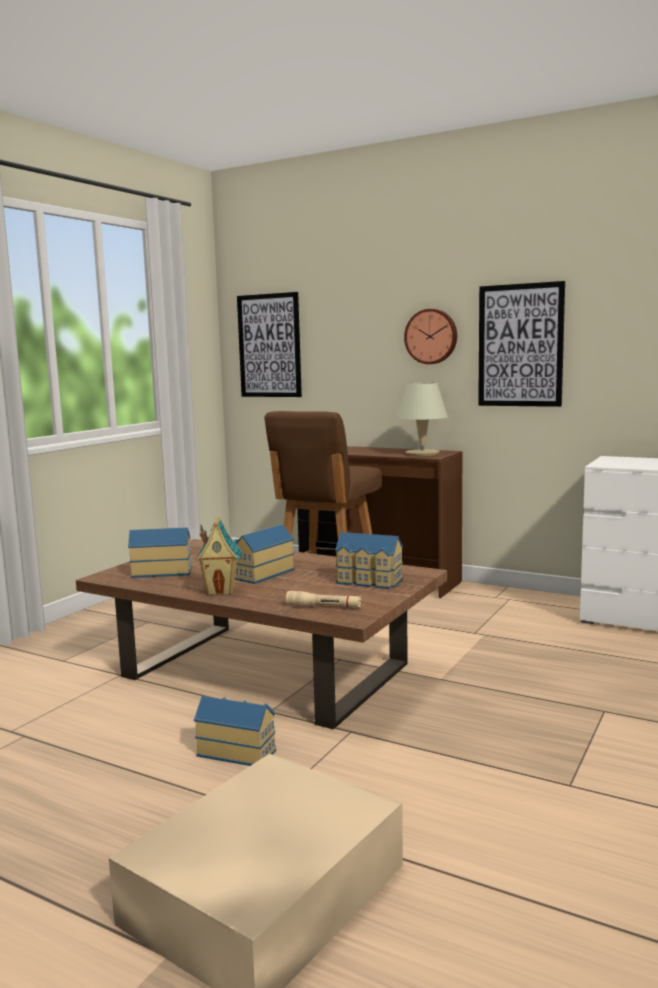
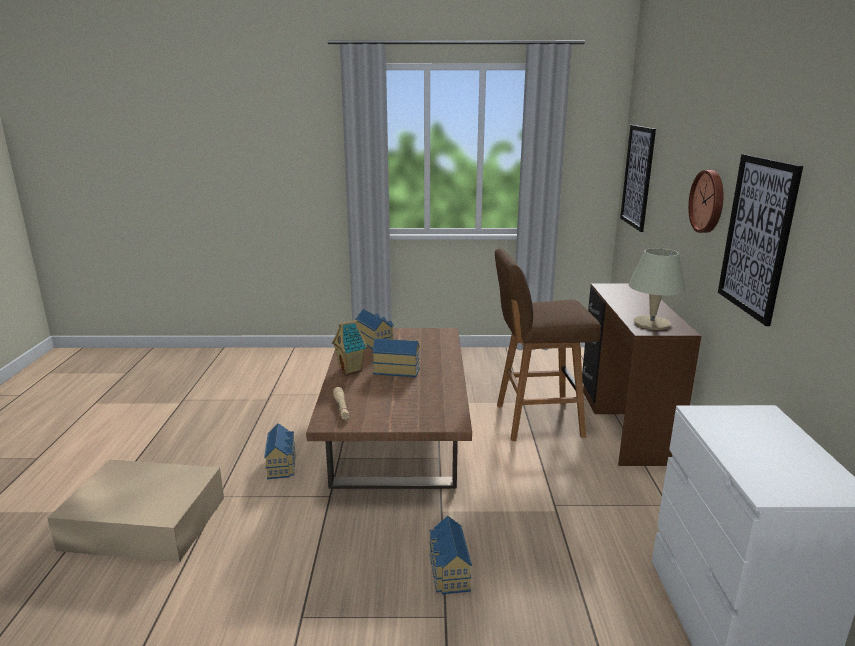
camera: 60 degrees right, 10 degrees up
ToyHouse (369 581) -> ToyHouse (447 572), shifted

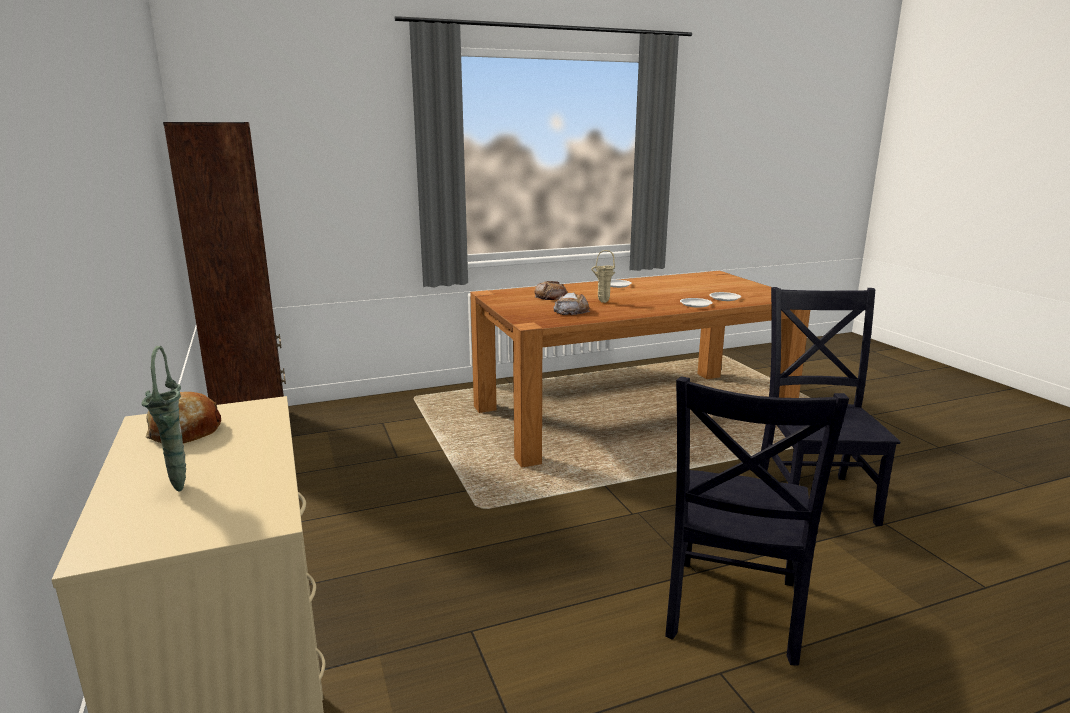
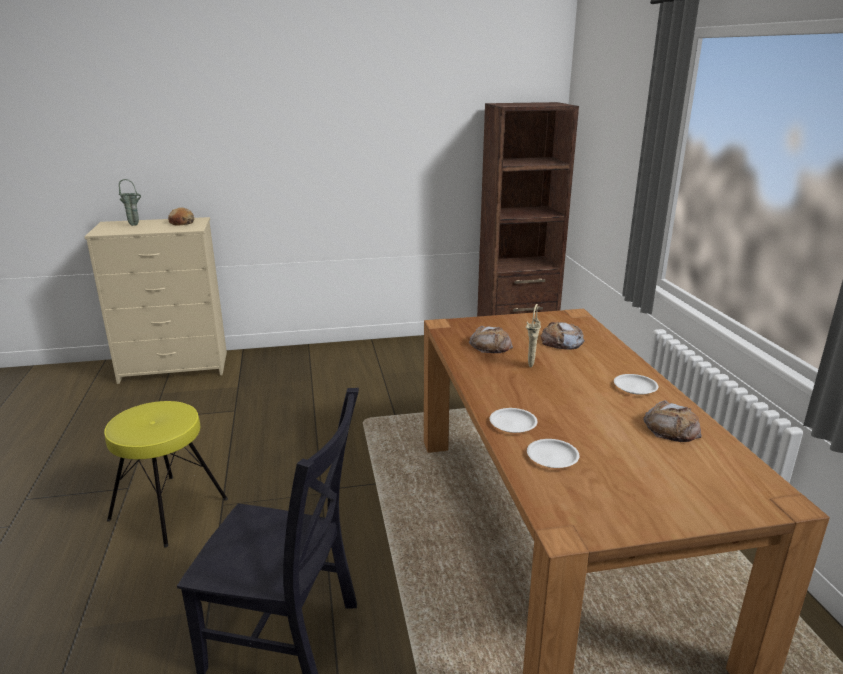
camera: 100 degrees right, 5 degrees up
BlackChair (732 613) -> YellowStool (168 509)
none -> Bread (671 428)

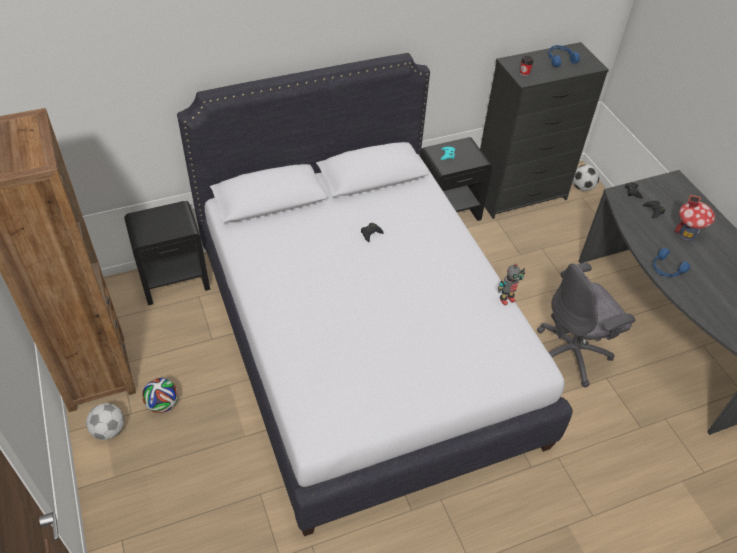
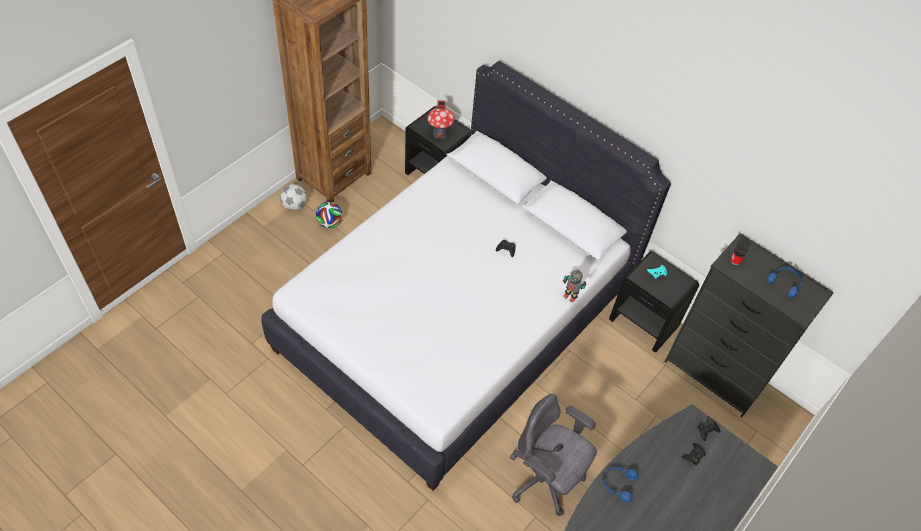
camera: 60 degrees right, 5 degrees up
ToyHouse (687 234) -> ToyHouse (440 133), shifted
ToyRobot (506 299) -> ToyRobot (570 296), shifted
Football (582 187) -> none

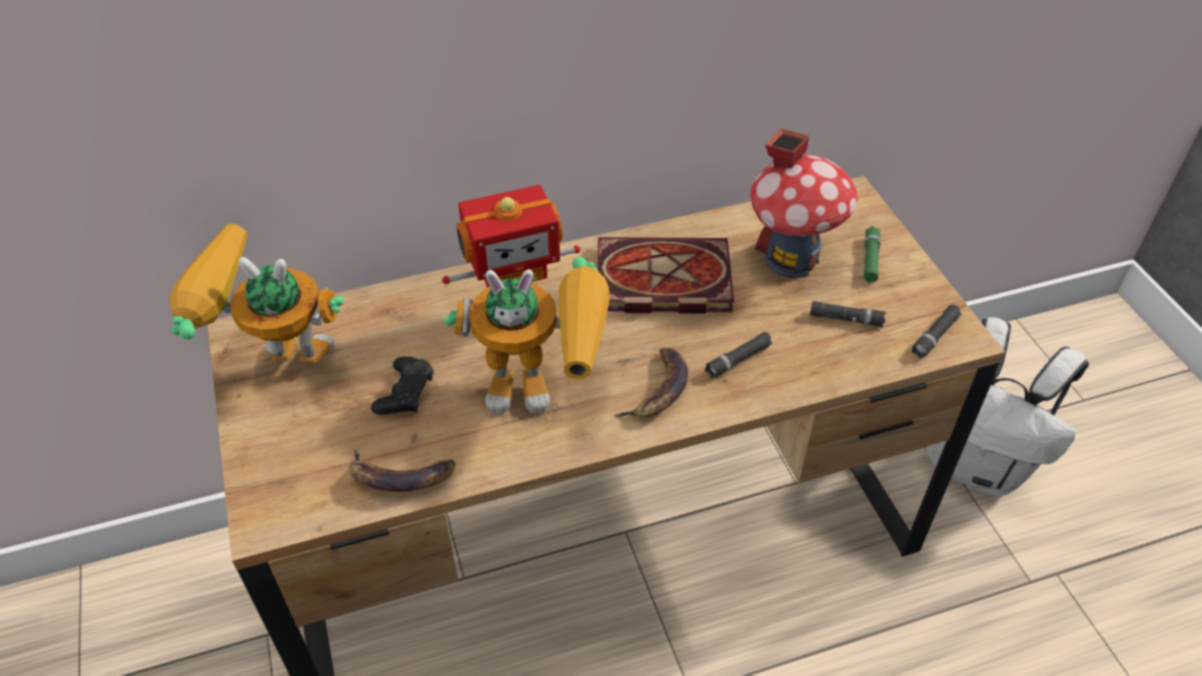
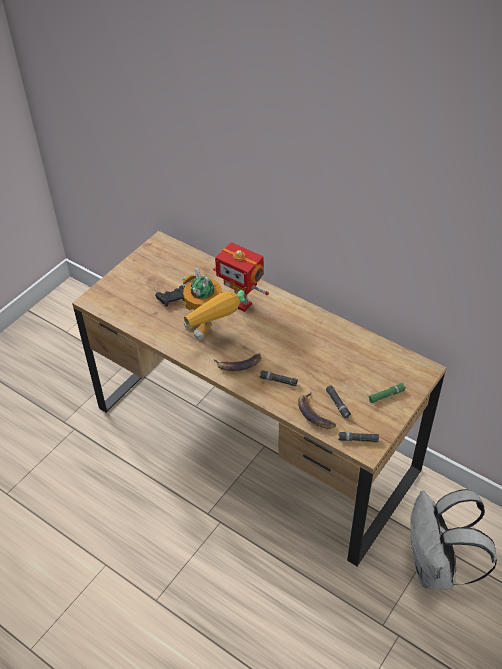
camera: 55 degrees right, 0 degrees up
Banana (399 477) -> Banana (314 414), shifted
ToyRobot (273 363) -> none
Book (659 281) -> none
ToyHouse (791 259) -> none

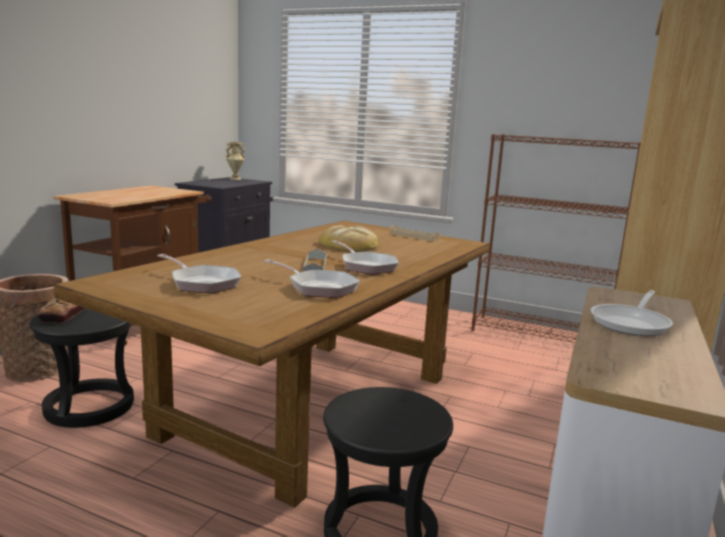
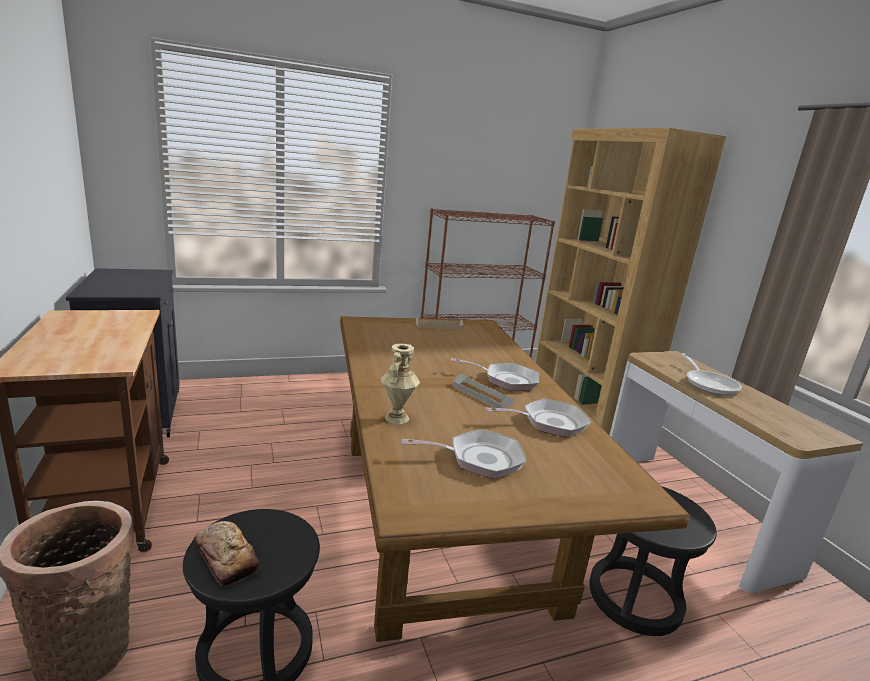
camera: 45 degrees left, 5 degrees up
BeigeVase (235 179) -> BeigeVase (397 418), shifted
Bread (349 244) -> none

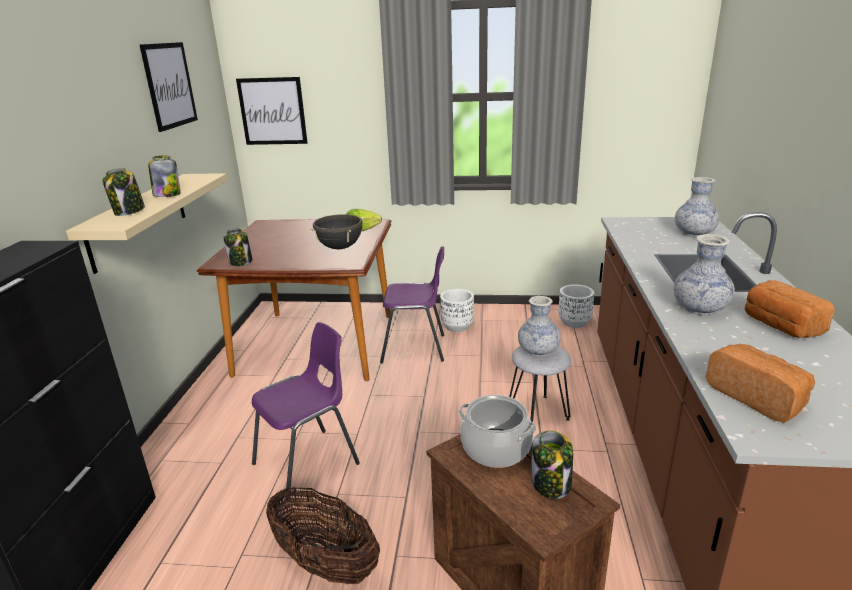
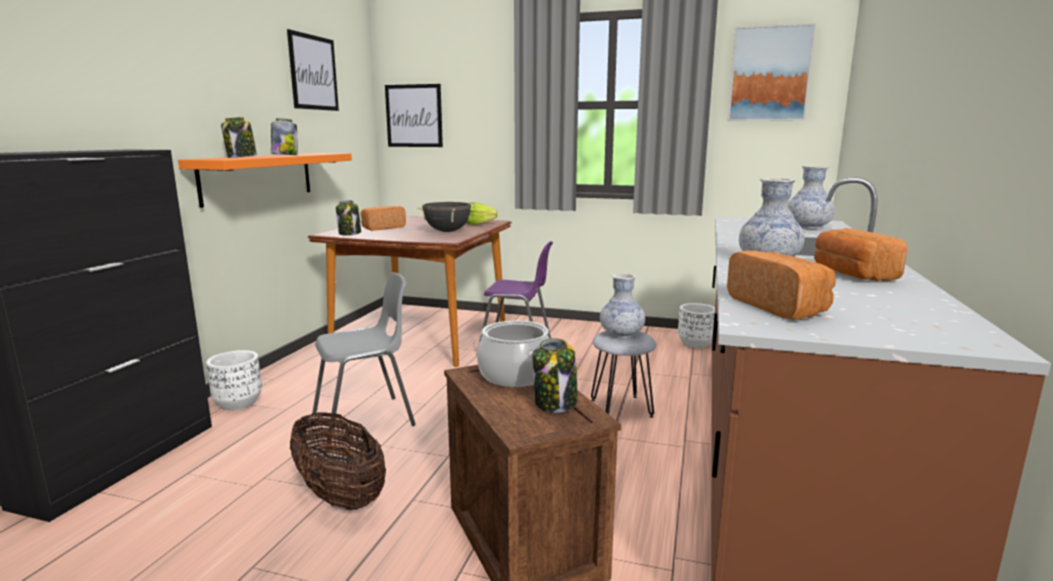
camera: 10 degrees right, 10 degrees down
BeigeShelf (139 220) -> OrangeShelf (258 177)
WhitePlanter (457 326) -> WhitePlanter (238 403), shifted
PurpleChair (309 463) -> GreyChair (366 420)
none -> Bread (382 228)
none -> Picture (769 74)

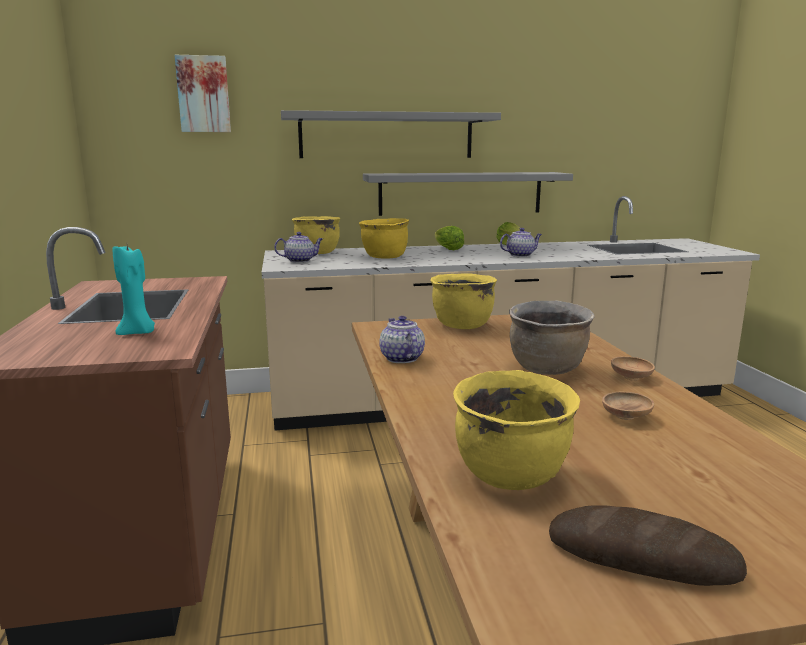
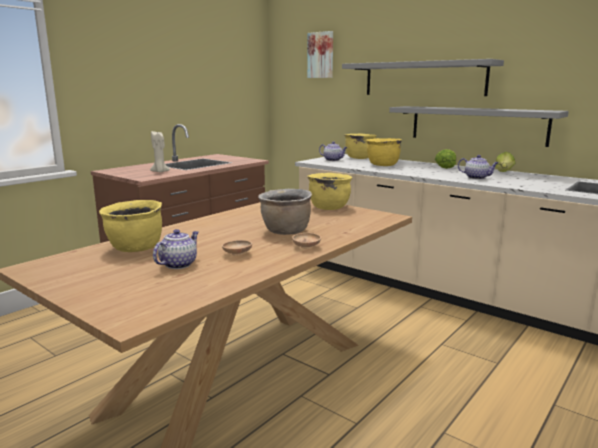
camera: 50 degrees right, 0 degrees up
TurquoiseCandle (138 333) -> BeigeCandle (160 172)
Teapot (401 358) -> Teapot (178 264), shifted
Bread (641 556) -> none

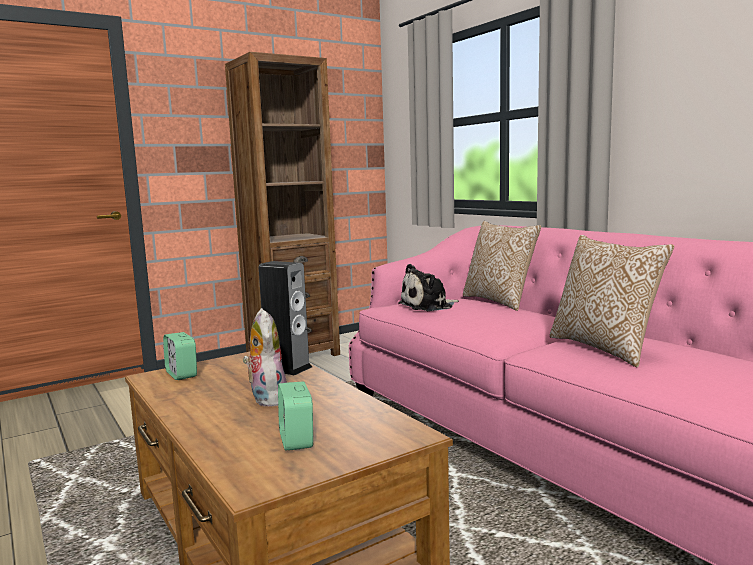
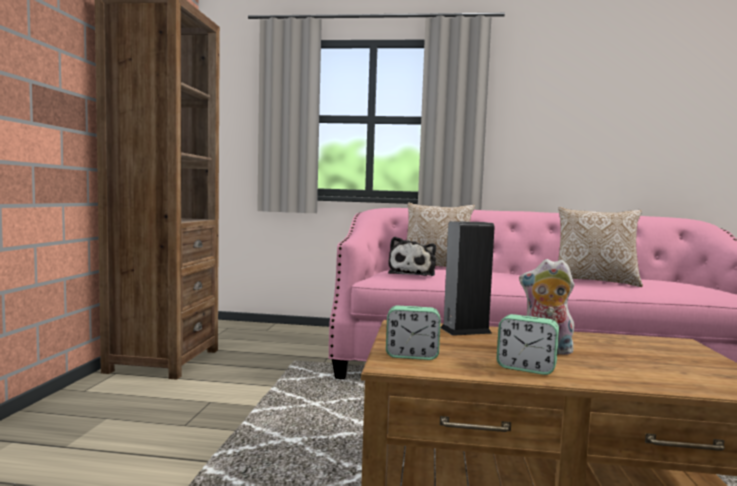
camera: 50 degrees left, 5 degrees down
AlarmClock (296 440) -> AlarmClock (526 368), shifted

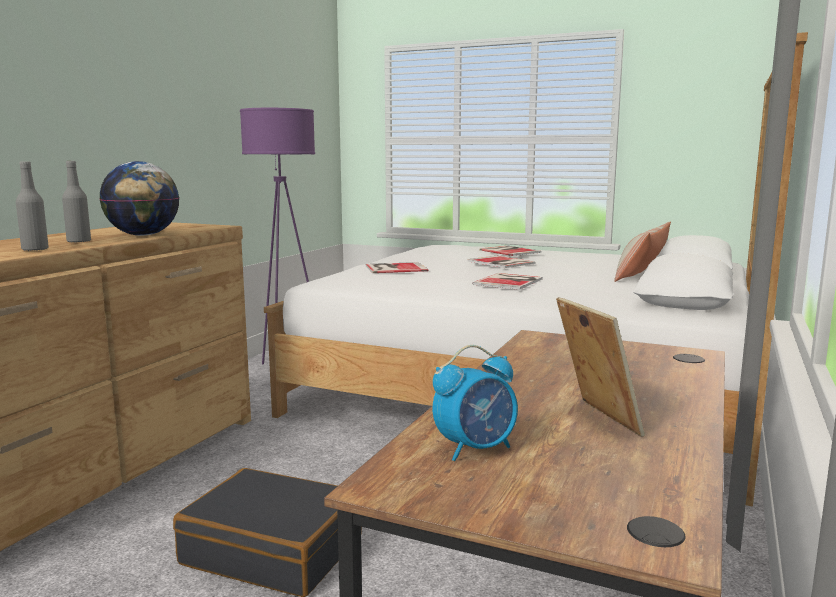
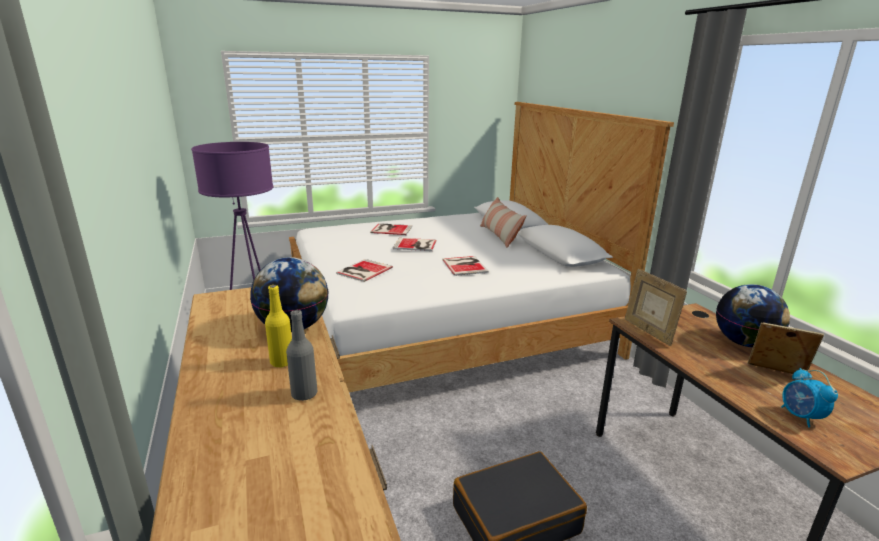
camera: 45 degrees left, 10 degrees up
GreyBottle (79 241) -> YellowBottle (282 362)
none -> PictureFrame (648 331)
none -> Globe (744 343)
AlarmClock (476 449) -> AlarmClock (800 416), 150 degrees clockwise

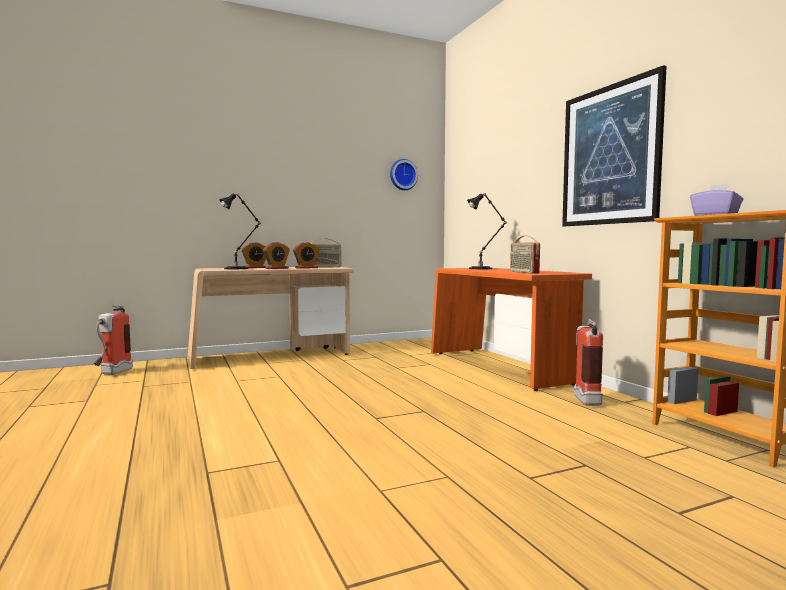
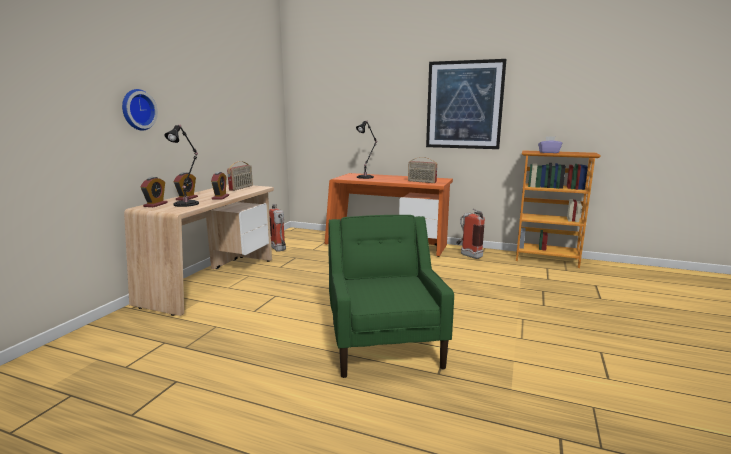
camera: 45 degrees left, 10 degrees up
WallClock (403 175) -> WallClock (137 110), shifted
AlarmClock (306 268) -> AlarmClock (155 205), shifted
FireExtinguisher (112 373) -> FireExtinguisher (279 250), shifted
none -> GreenArmchair (384 343)

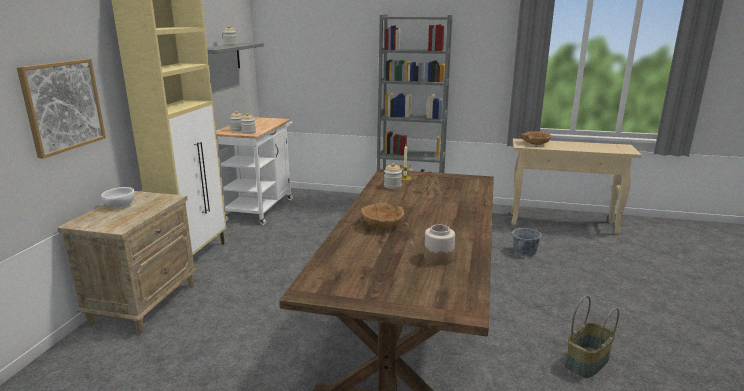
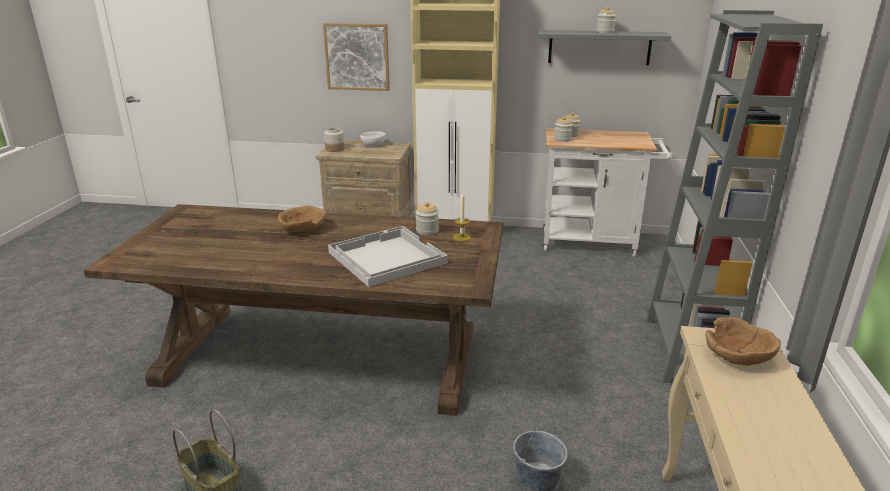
camera: 85 degrees right, 5 degrees up
Jar (438 257) -> Jar (335 149), shifted
none -> WhiteTray (385 257)

